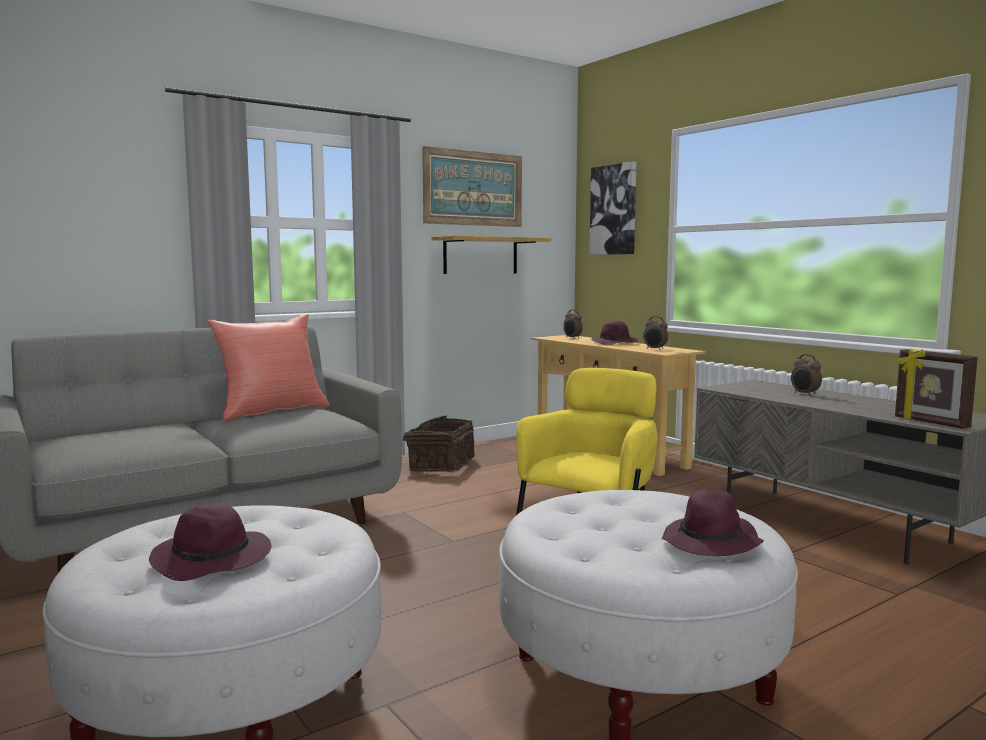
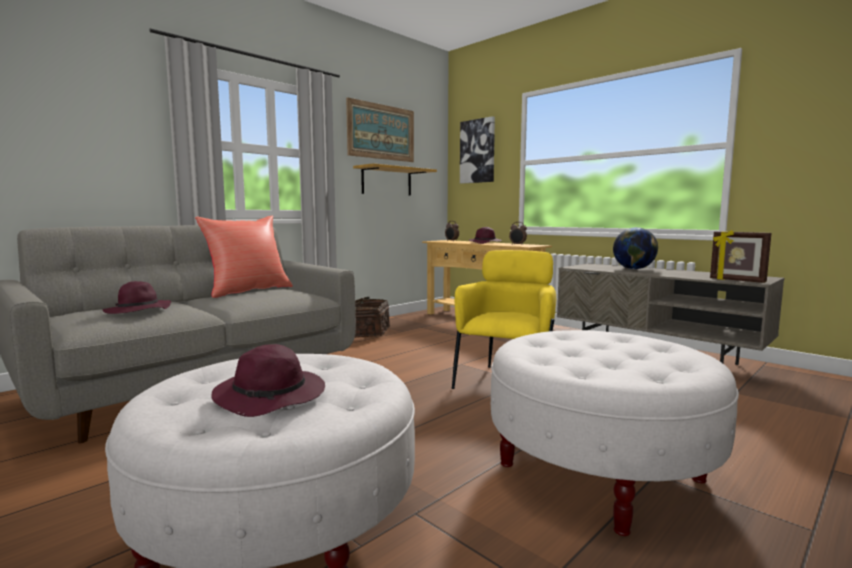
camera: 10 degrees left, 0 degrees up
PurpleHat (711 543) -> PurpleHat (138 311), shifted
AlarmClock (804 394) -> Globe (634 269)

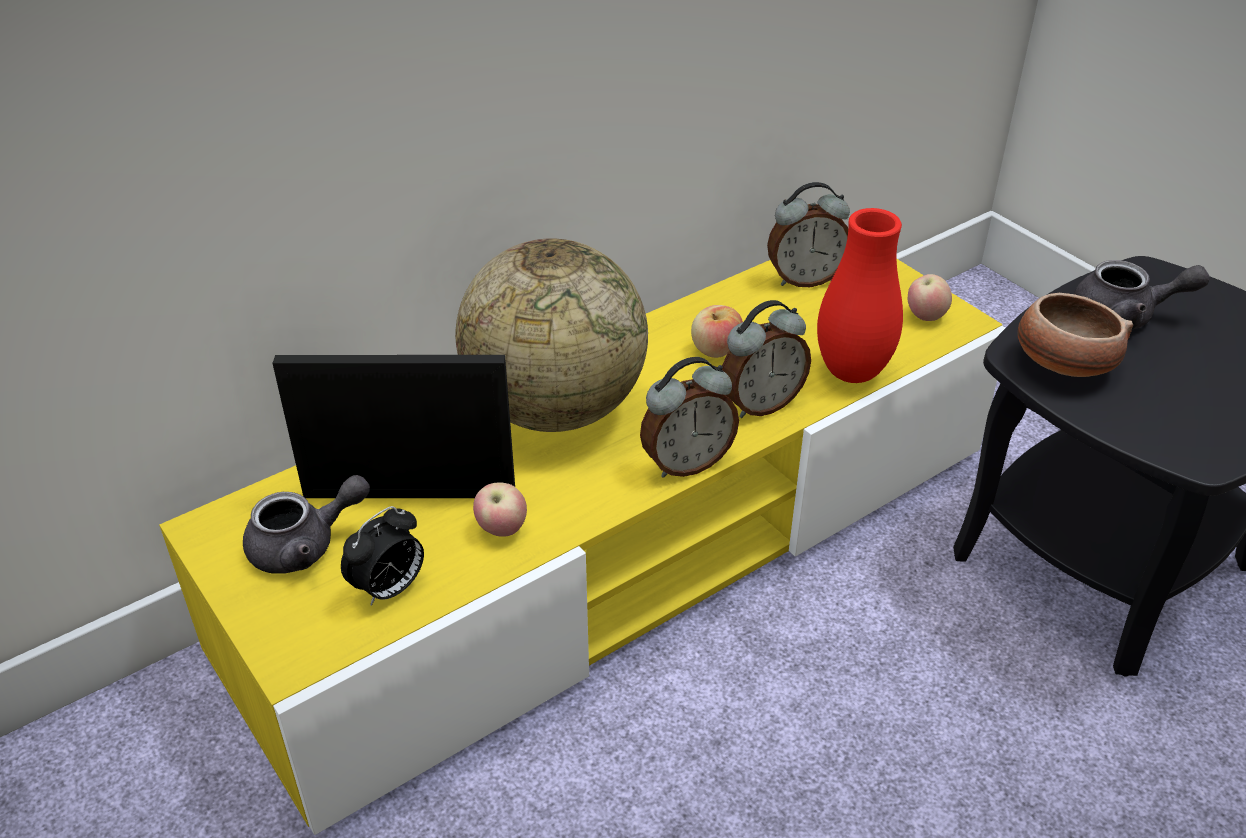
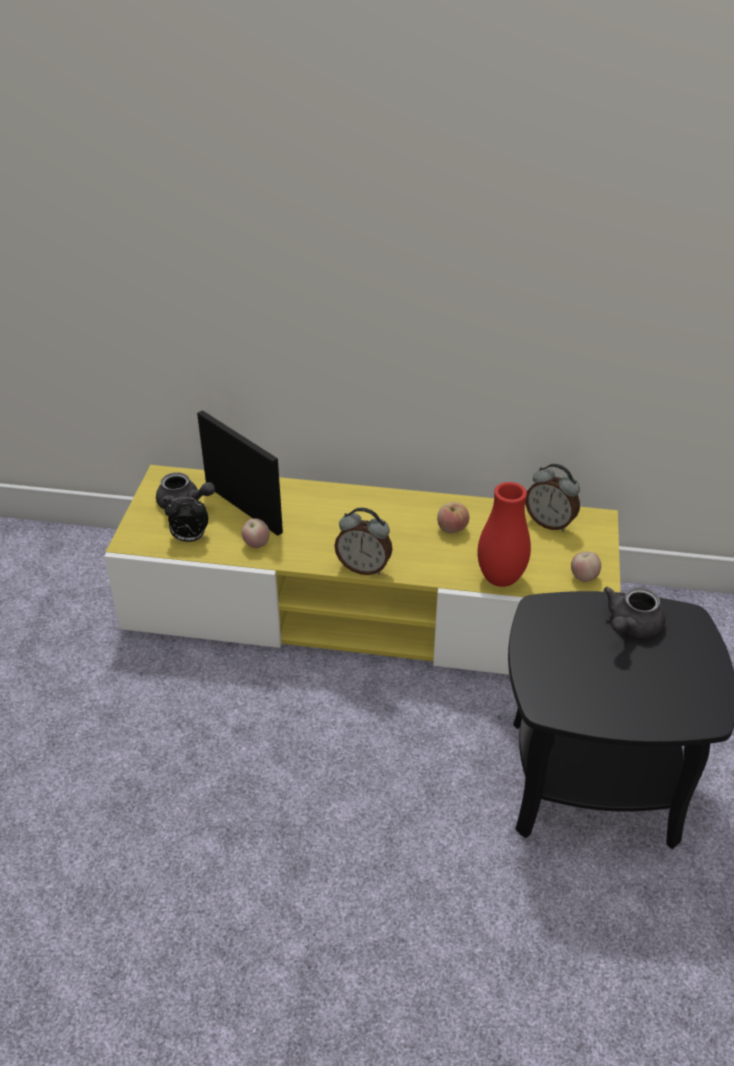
camera: 45 degrees right, 0 degrees up
GreyTeapot (1125 316) -> GreyTeapot (630 626), 75 degrees clockwise
Globe (555 408) -> none
AlarmClock (760 404) -> none
Bowl (1062 364) -> none

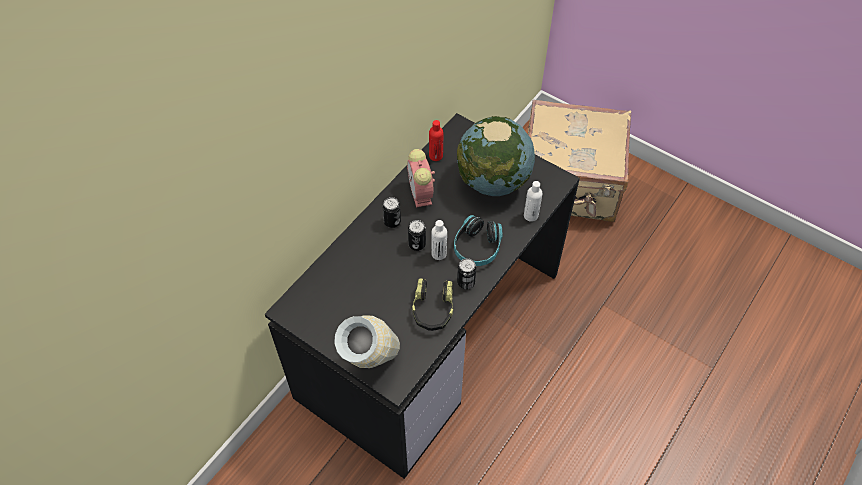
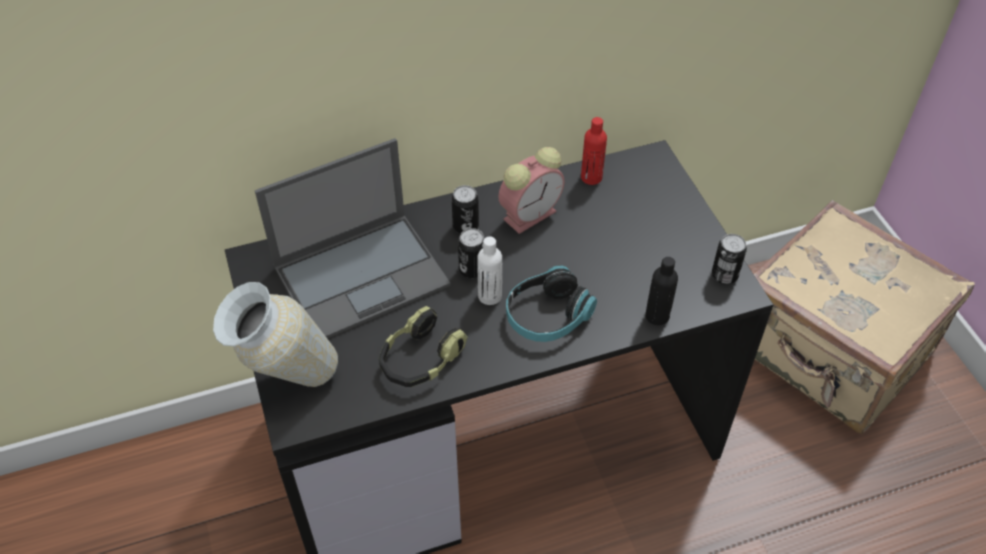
camera: 35 degrees right, 5 degrees down
none -> Laptop (363 275)
AlarmClock (421 195) -> AlarmClock (531 214), 150 degrees counterclockwise
WhiteBottle (530 215) -> BlackBottle (657 316)
Can (466 282) -> Can (724 275), shifted
Globe (493 181) -> none

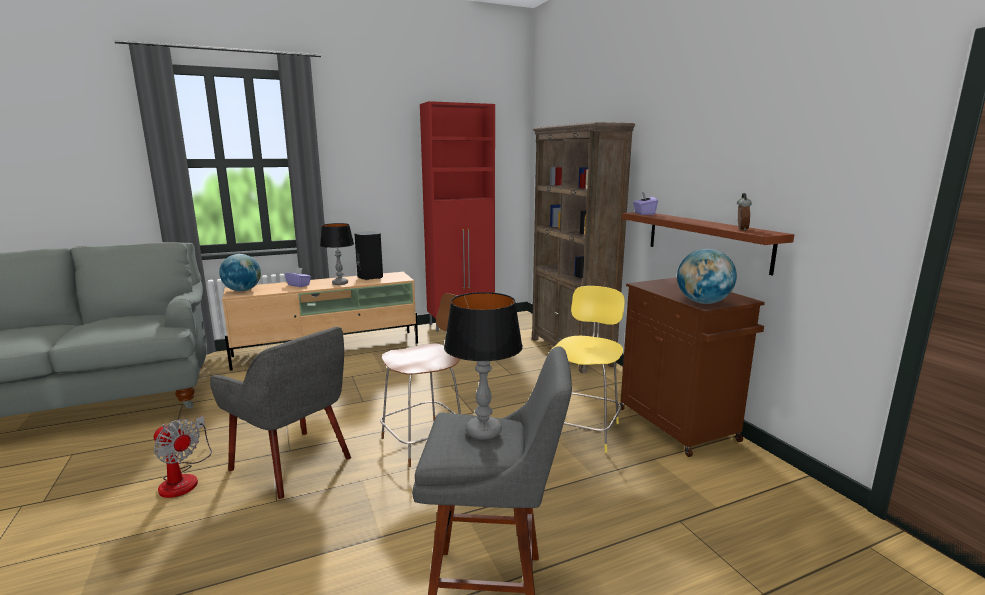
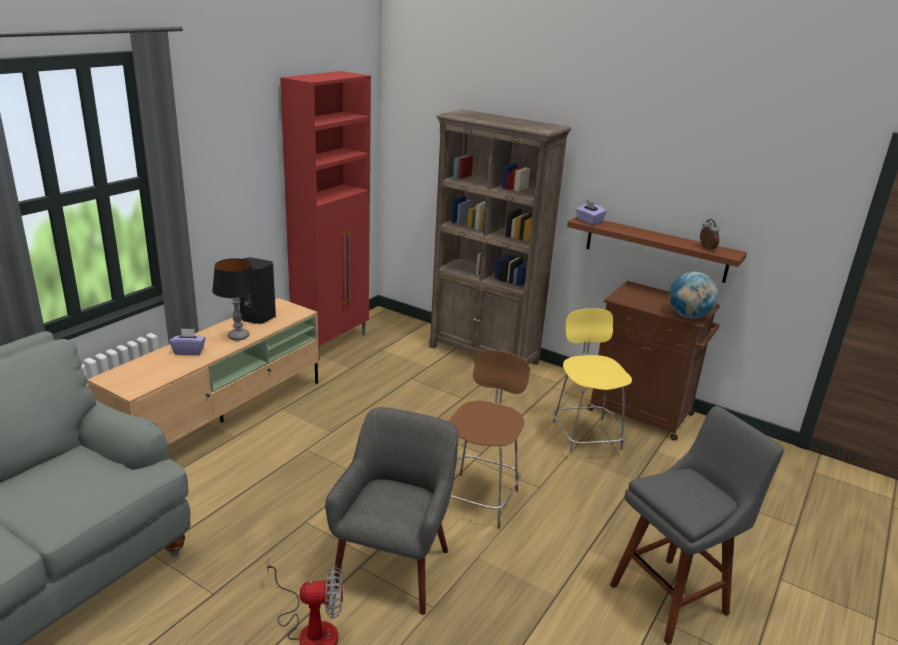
camera: 35 degrees left, 10 degrees up
GreyArmchair (293 463) -> GreyArmchair (394 568), 75 degrees counterclockwise
Globe (242 290) -> none
TableLamp (484 431) -> none

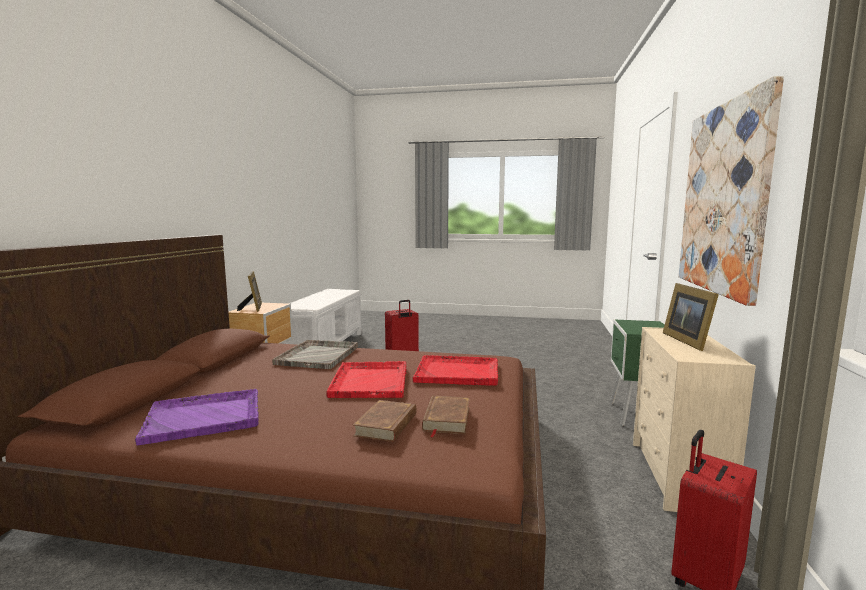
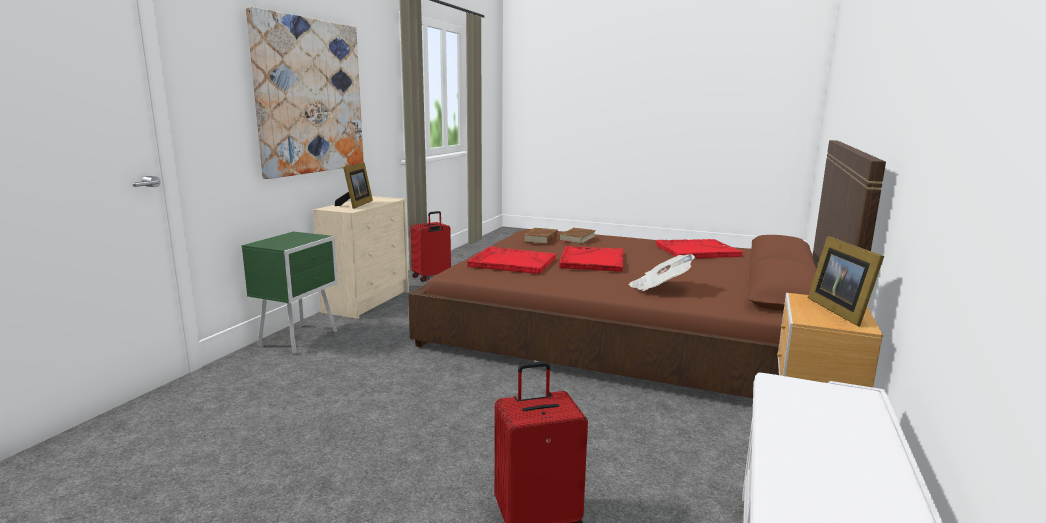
camera: 170 degrees left, 5 degrees up
GreyTray (318 355) -> Newspaper (659 288)
PurpleTray (205 417) -> RedTray (696 251)

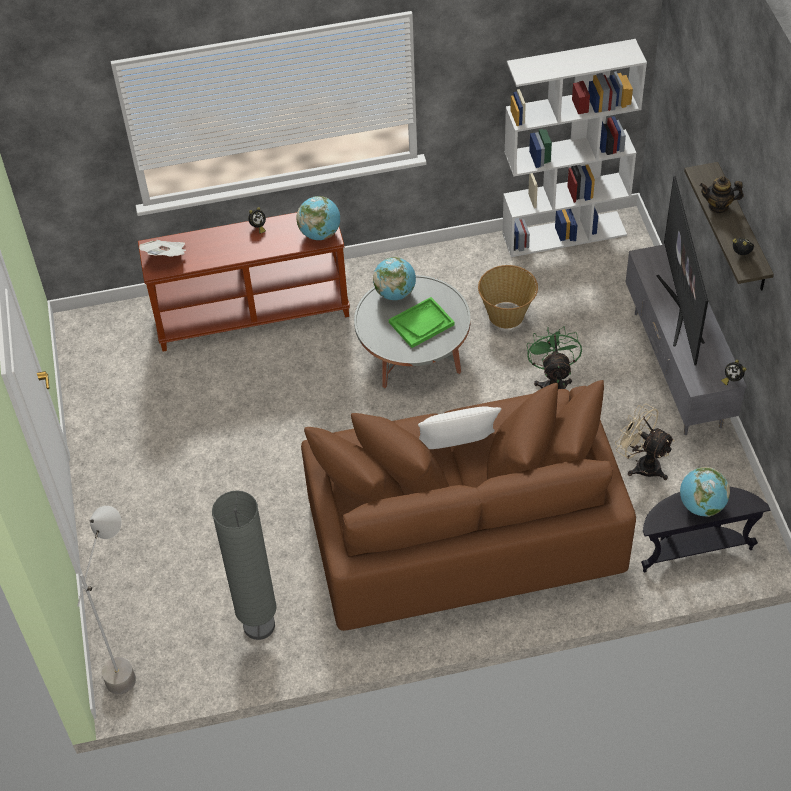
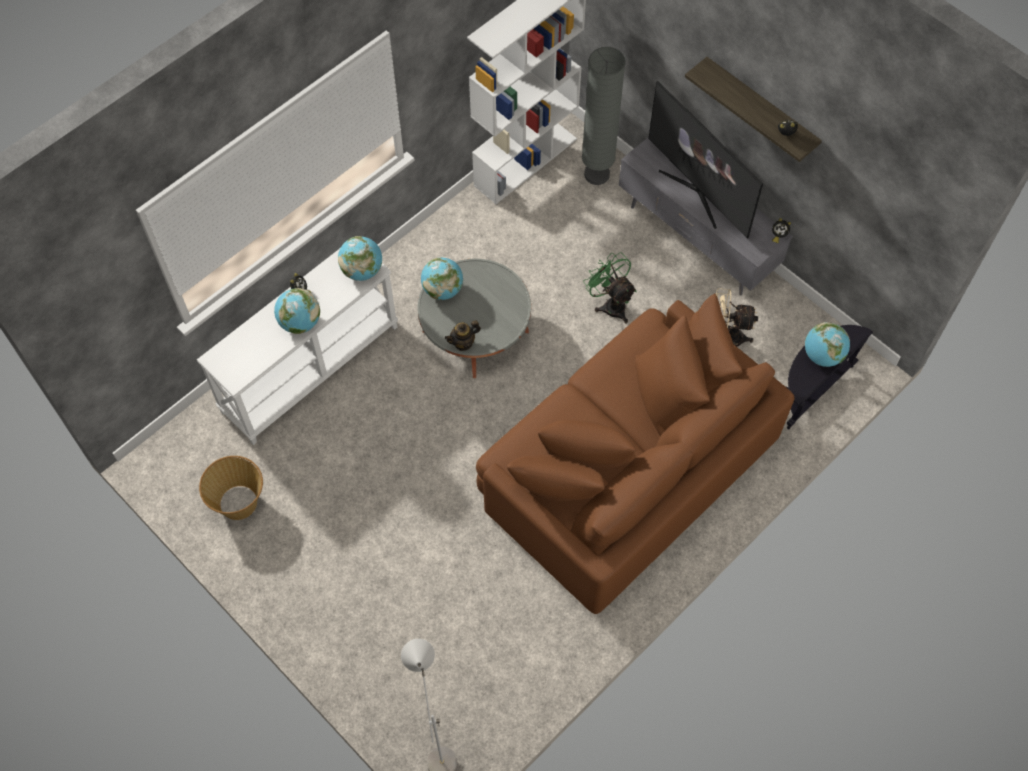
camera: 35 degrees left, 10 degrees up
BrownConsoleTable (252 314) -> WhiteConsoleTable (310 367)
Basket (507 314) -> Basket (239 502), shifted
none -> Globe (300 322)
Teapot (718 206) -> Teapot (463 343), shifted
GreyFloorLamp (259 626) -> GreyFloorLamp (596 174), shifted
Newspaper (166 256) -> none
GreenTray (421 323) -> none
WhitePillow (457 450) -> none

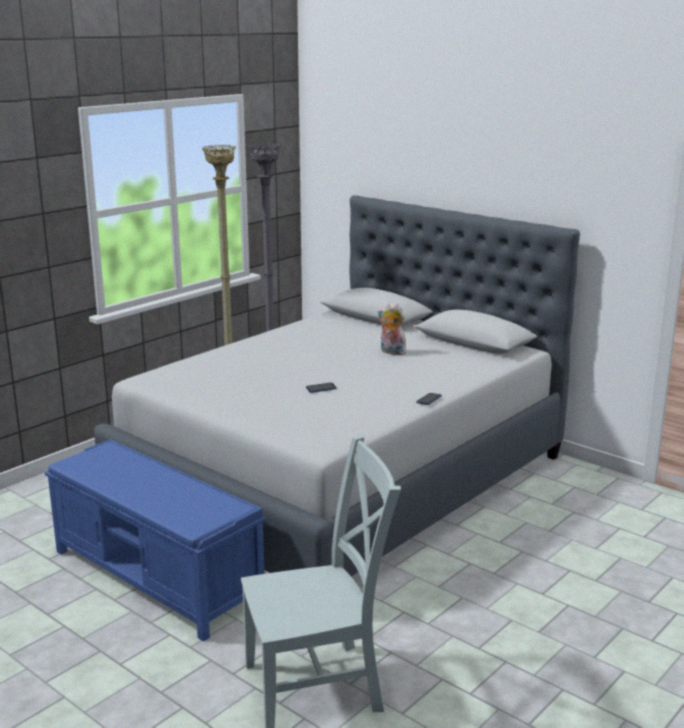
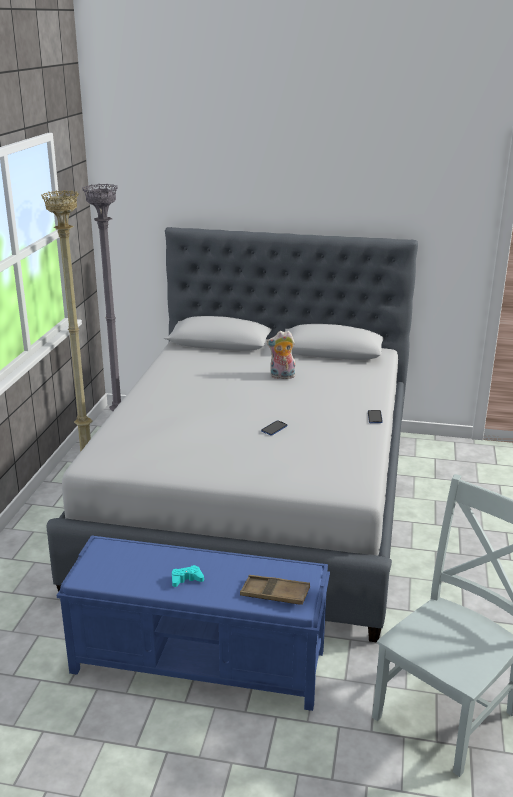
camera: 30 degrees left, 5 degrees up
none -> TurquoiseGameController (186 579)
none -> BrownTray (275 594)

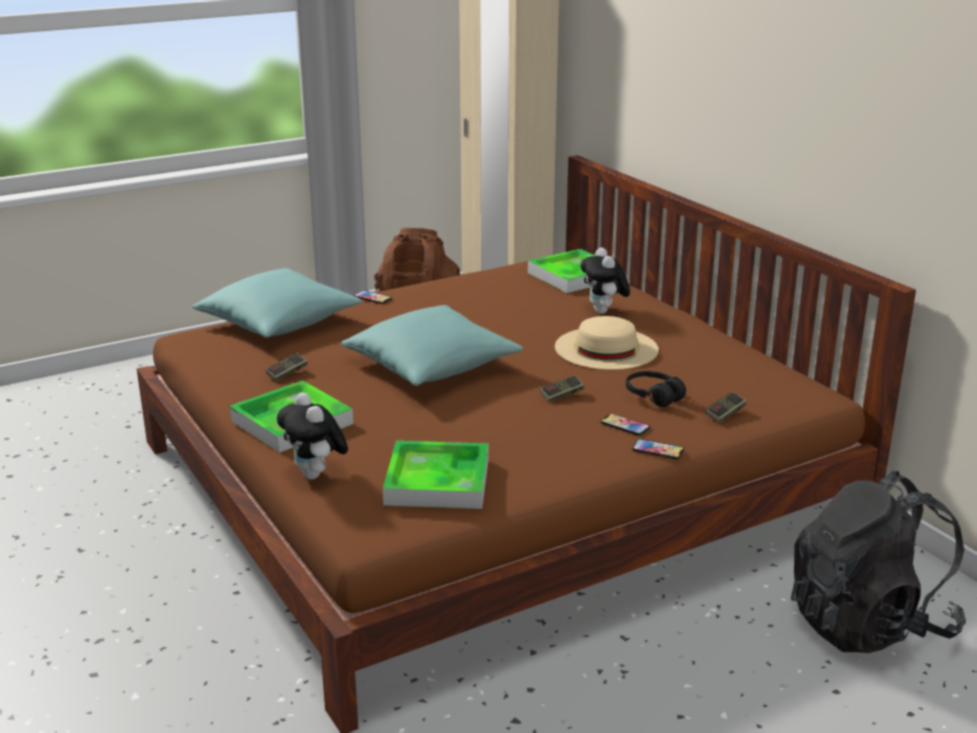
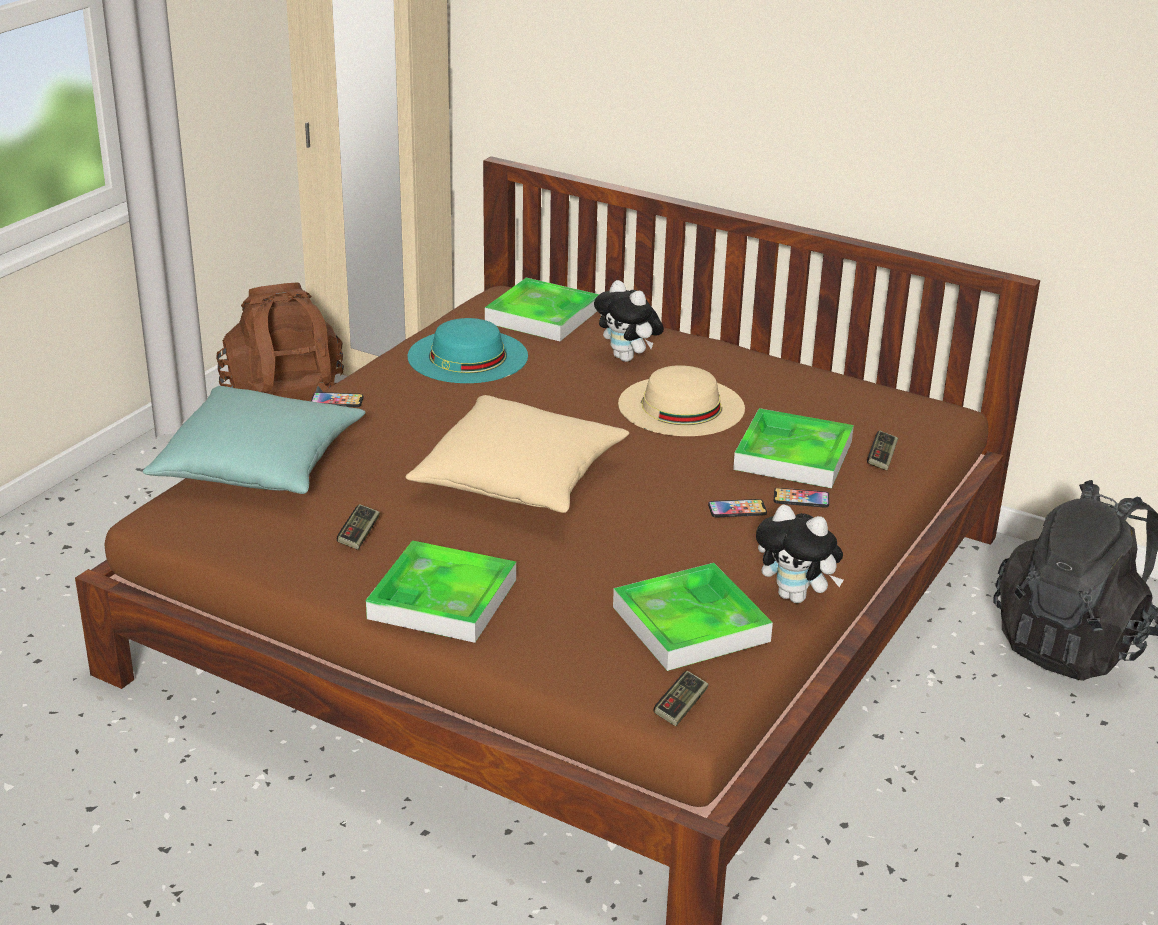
camera: 30 degrees left, 5 degrees up
TurquoisePillow (432 366) -> BeigePillow (520 479)
none -> TurquoiseHat (467 356)
GameController (562 395) -> GameController (681 707), shifted
Phone (658 450) -> Phone (737 509), shifted
BlackHeadphones (653 396) -> Tray (793 455)
PlushToy (316 475) -> PlushToy (796 597), shifted

